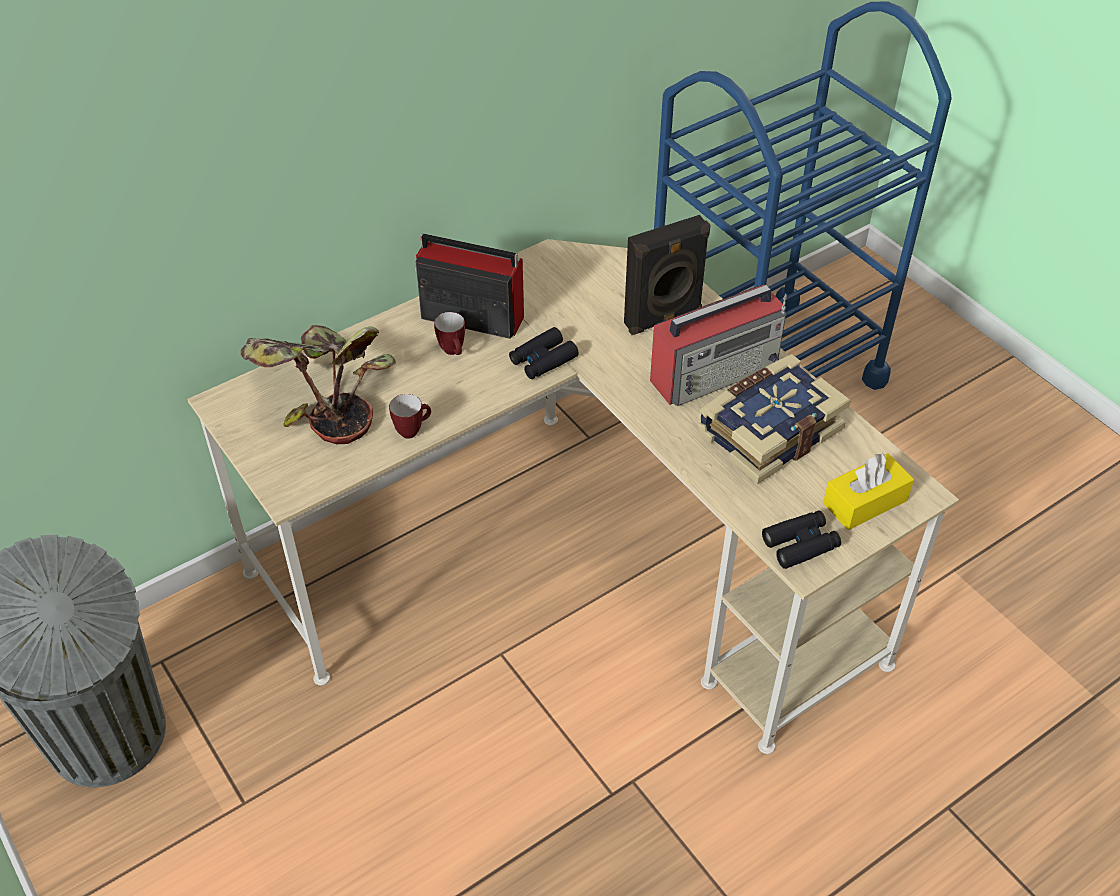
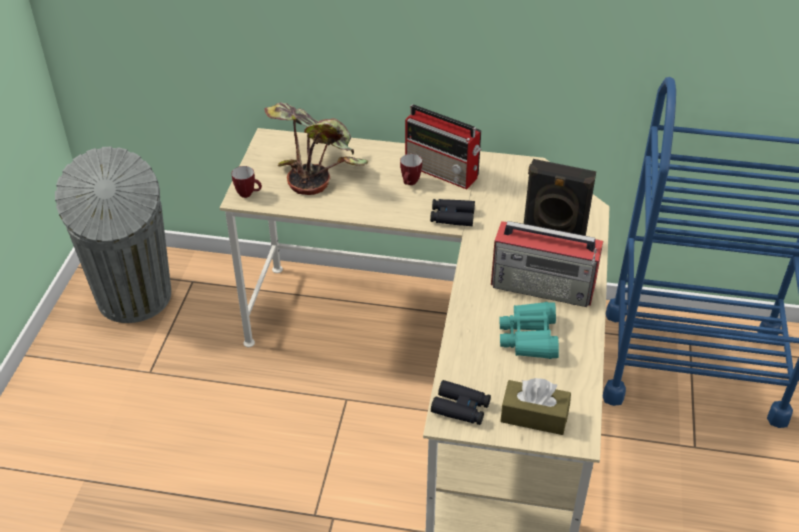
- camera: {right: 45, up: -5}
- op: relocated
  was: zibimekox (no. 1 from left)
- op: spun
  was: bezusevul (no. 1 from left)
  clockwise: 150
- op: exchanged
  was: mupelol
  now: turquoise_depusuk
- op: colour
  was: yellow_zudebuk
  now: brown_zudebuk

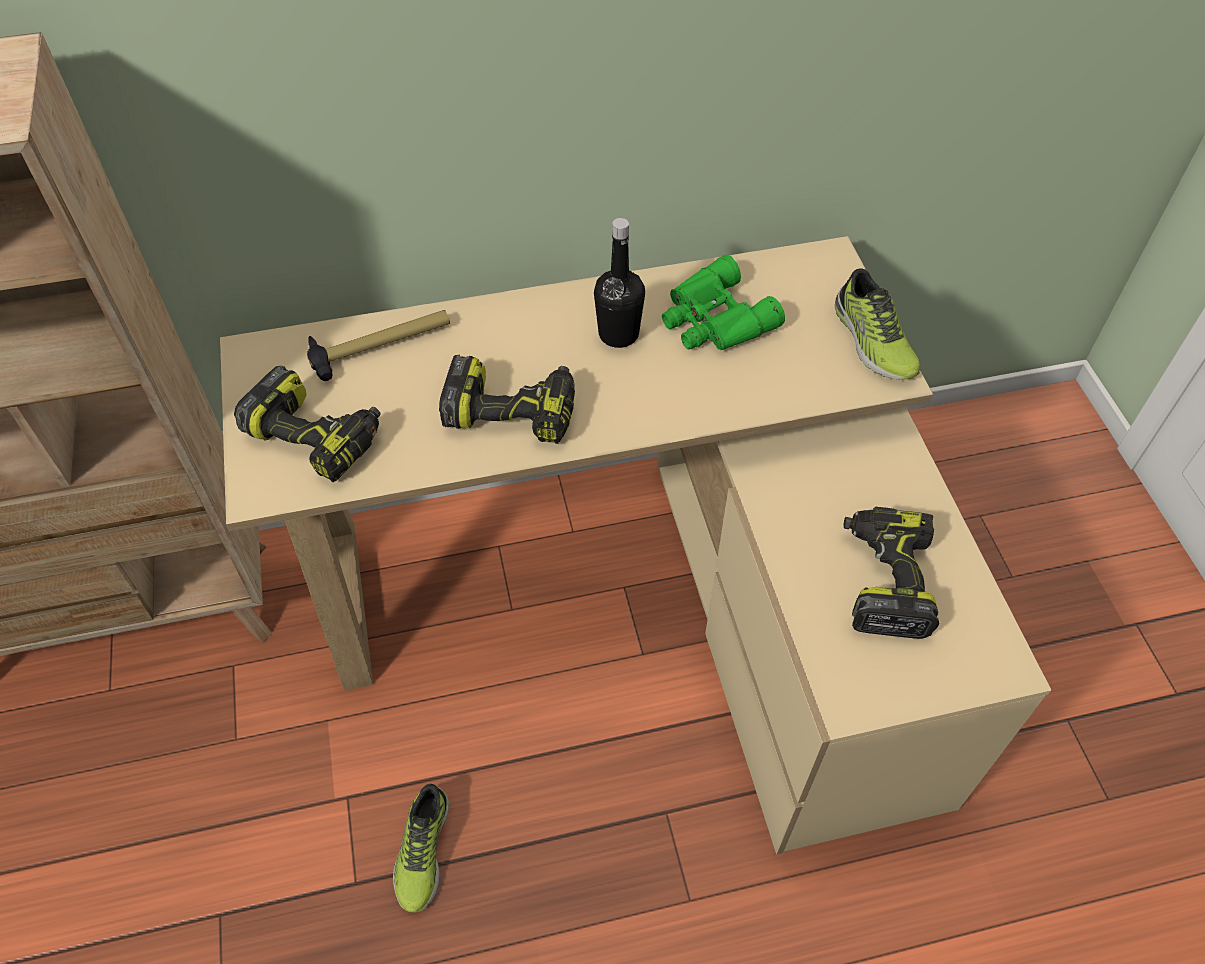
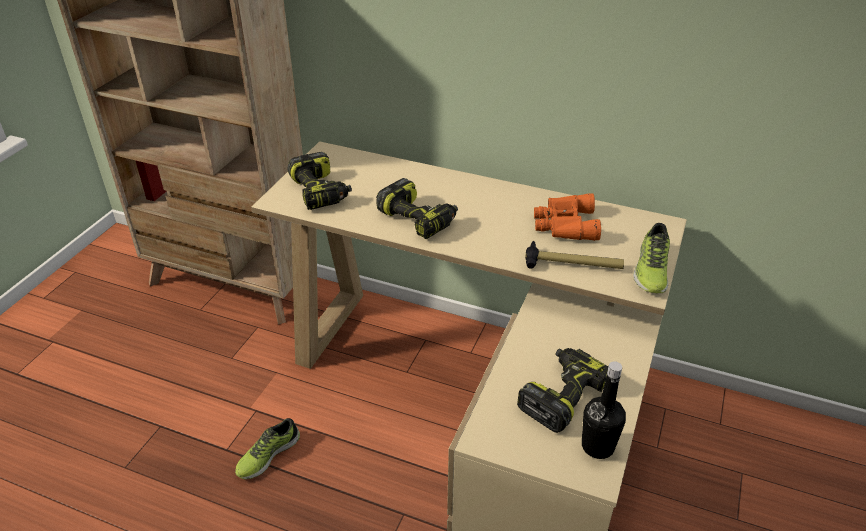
- camera: {right: 35, up: -15}
- op: relocated
  was: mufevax
- op: colour
  was: green_depusuk
  now: orange_depusuk
- op: relocated
  was: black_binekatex

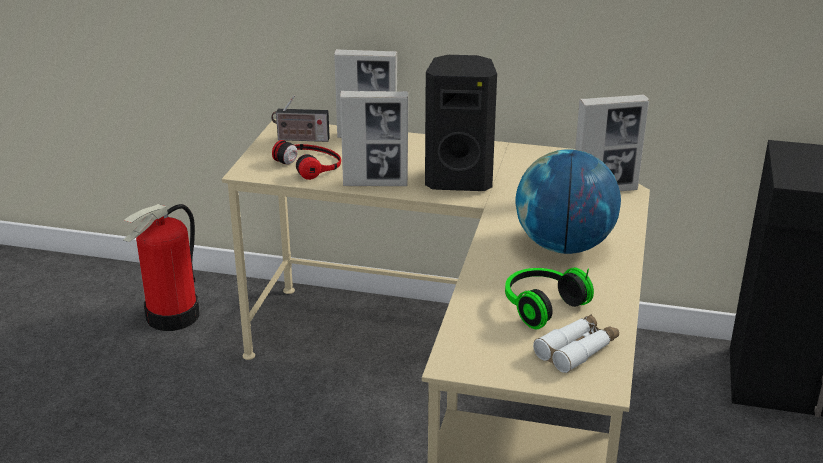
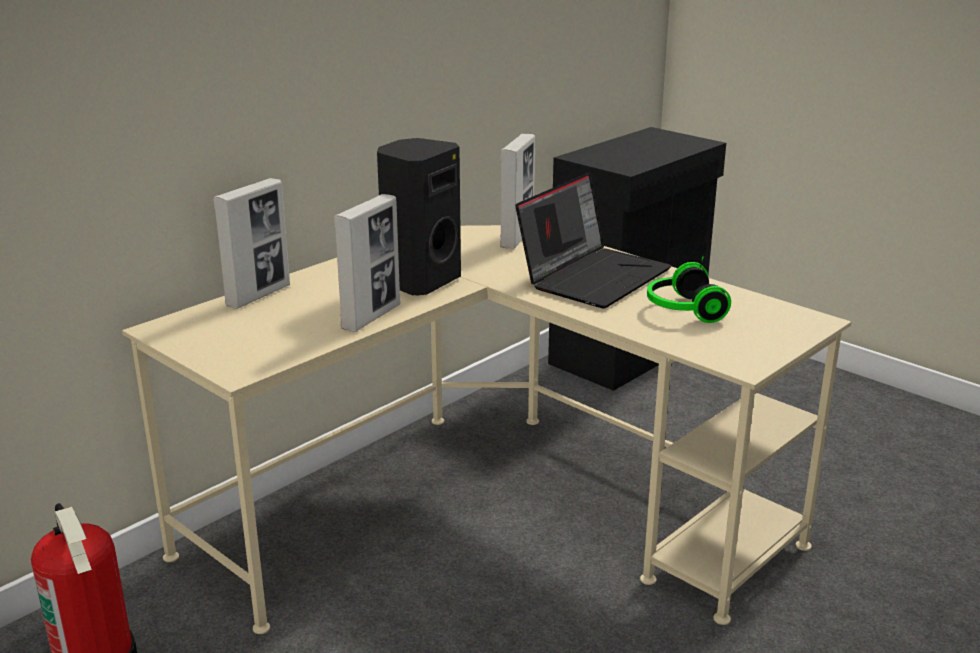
- camera: {right: -60, up: -5}
- op: exchanged
  was: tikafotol
  now: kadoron
- op: missing
  was: bezusevul
- op: missing
  was: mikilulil (no. 1 from left)
- op: missing
  was: white_depusuk

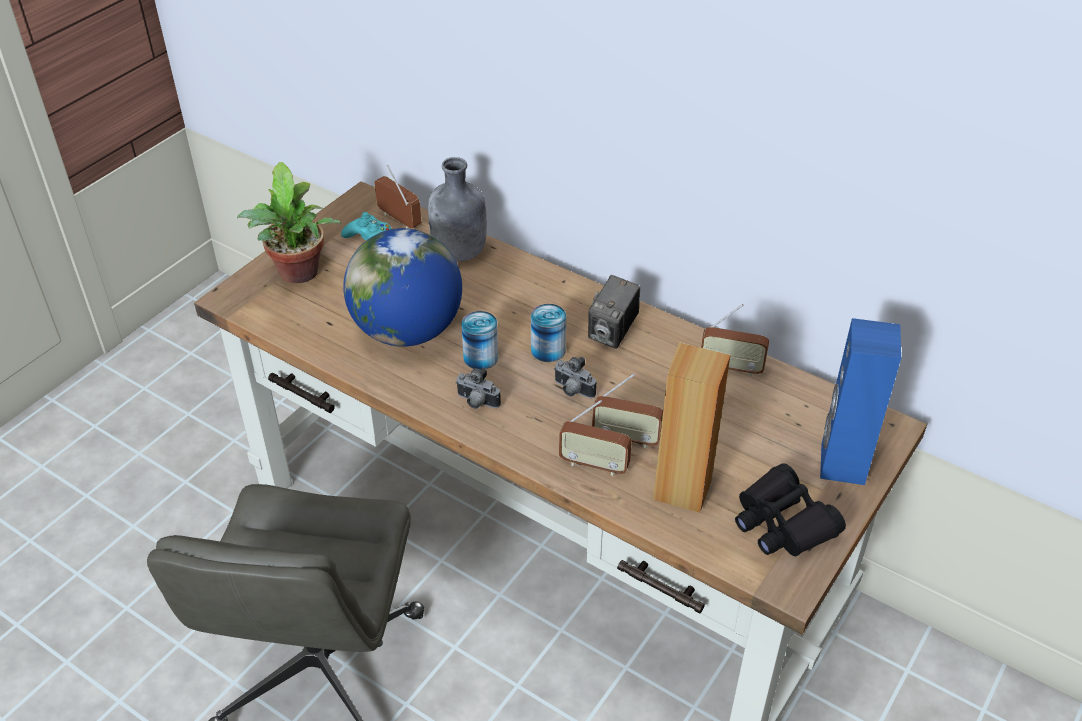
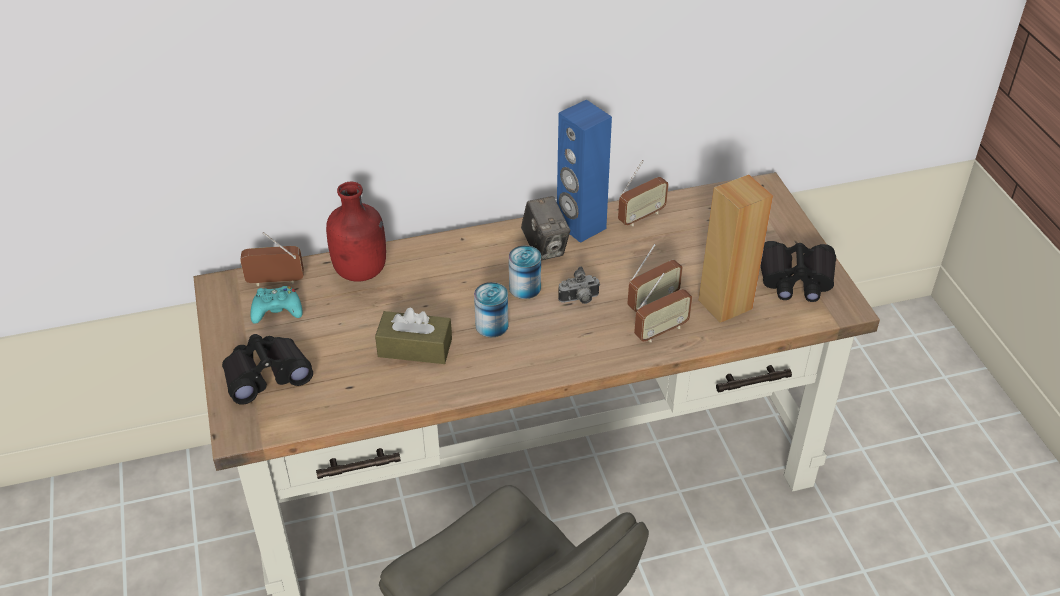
- camera: {right: -50, up: 0}
- op: exchanged
  was: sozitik
  now: black_depusuk (no. 1 from left)
- op: colour
  was: grey_binekatex
  now: red_binekatex
- op: exchanged
  was: tikafotol
  now: brown_zudebuk
- op: relocated
  was: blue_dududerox
- op: missing
  was: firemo (no. 1 from left)

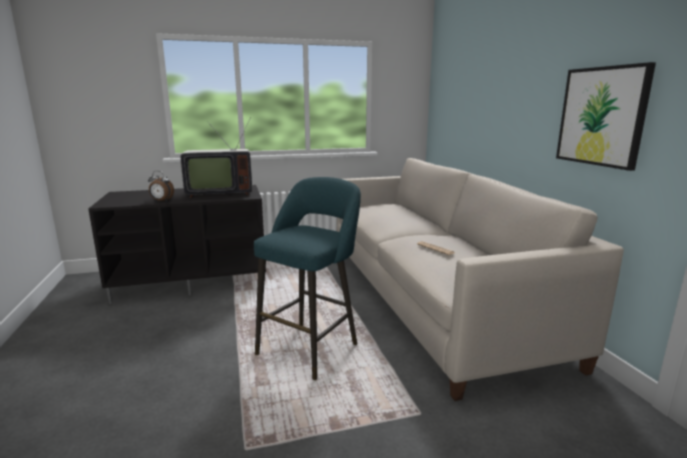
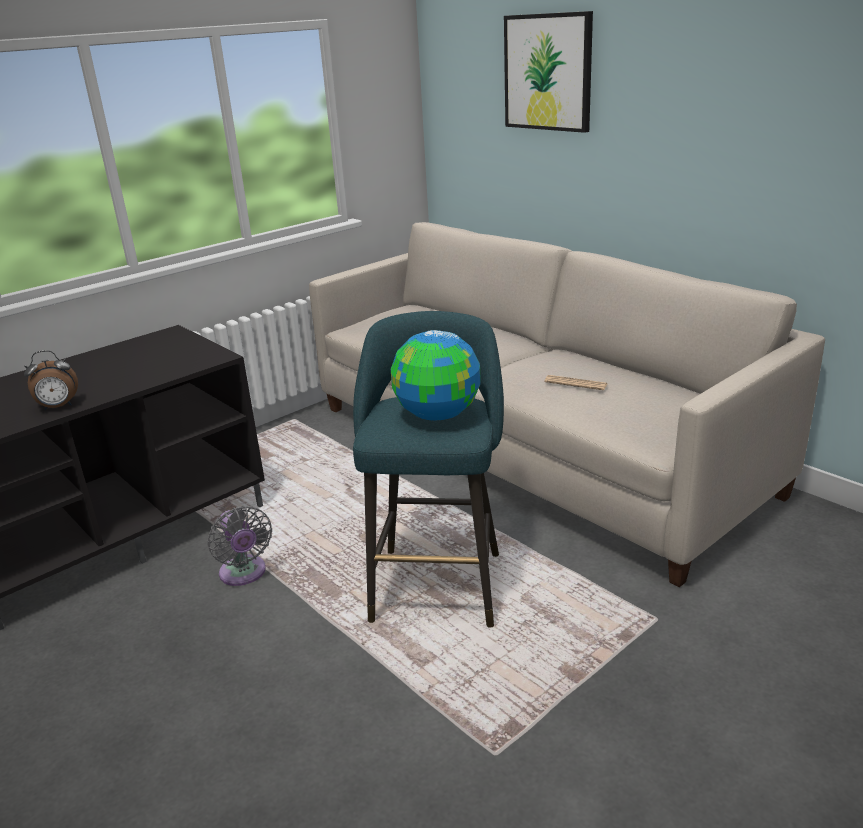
- camera: {right: -25, up: 10}
- op: appeared
  now: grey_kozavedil
- op: appeared
  now: tikafotol
- op: relocated
  was: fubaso
- op: missing
  was: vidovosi

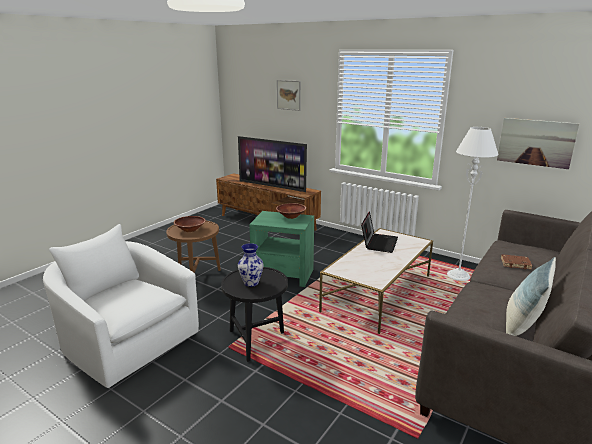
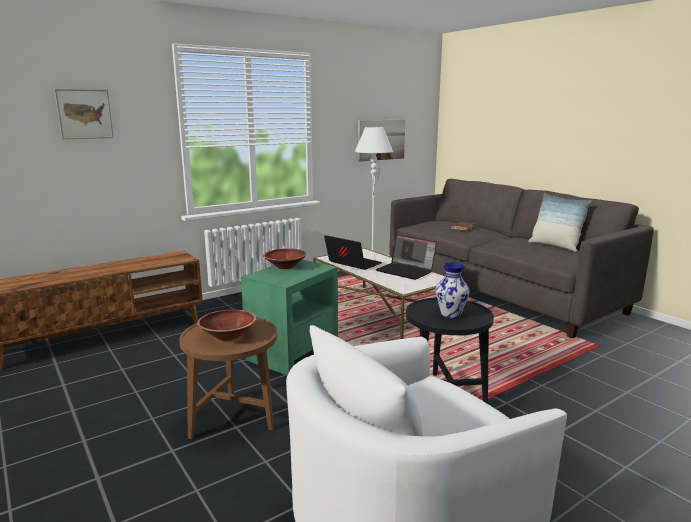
- camera: {right: -70, up: -5}
- op: appeared
  now: kadoron (no. 2 from left)
- op: missing
  was: vidovosi

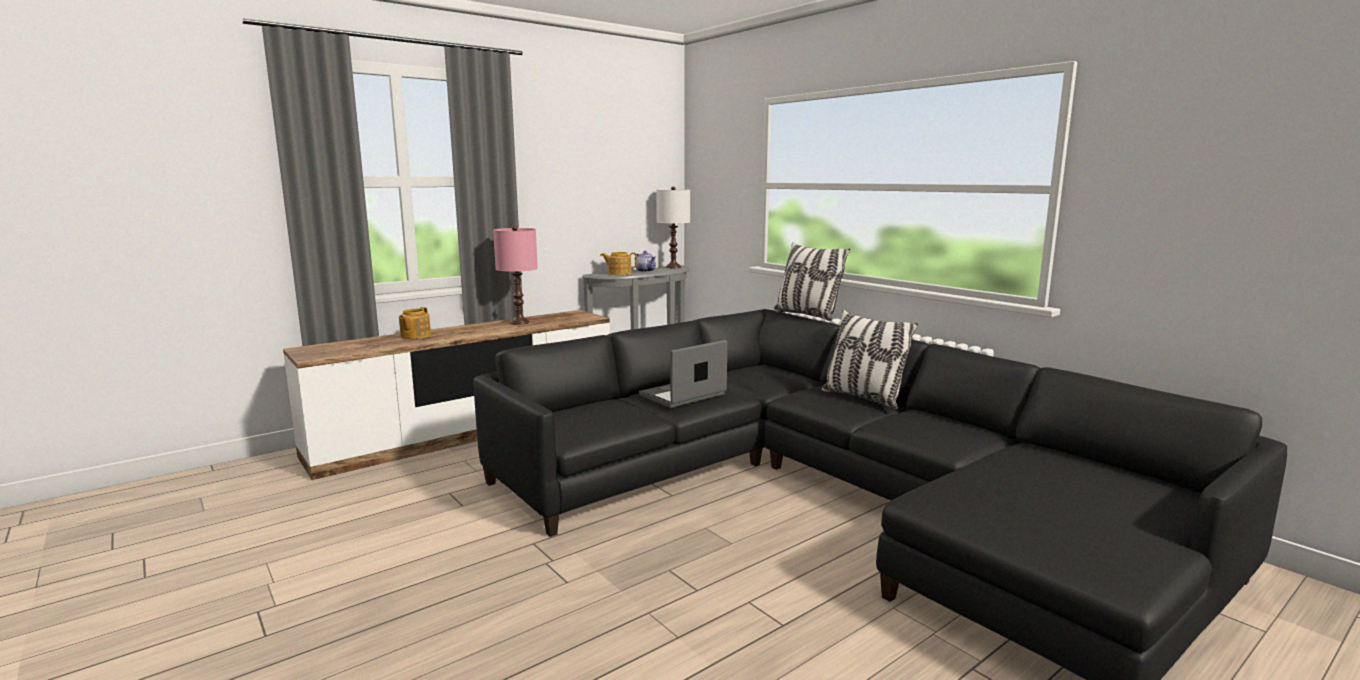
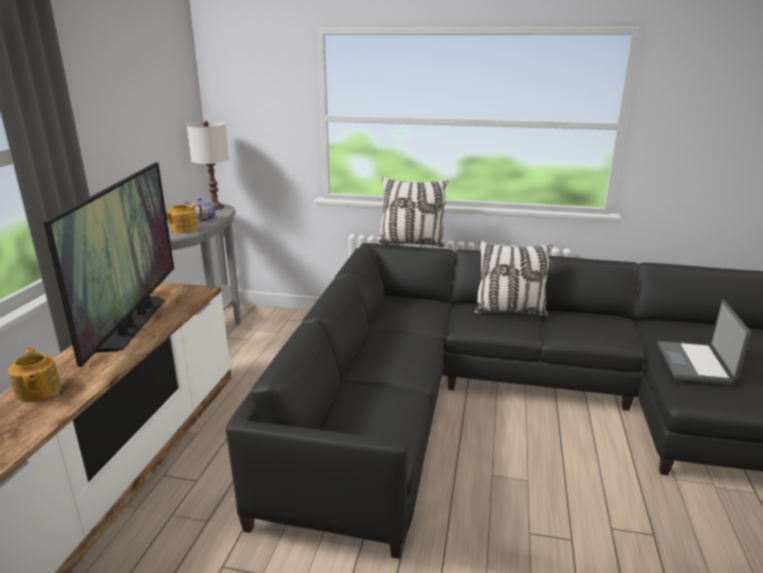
- camera: {right: -40, up: 10}
- op: exchanged
  was: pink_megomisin
  now: vidovosi
- op: relocated
  was: kadoron

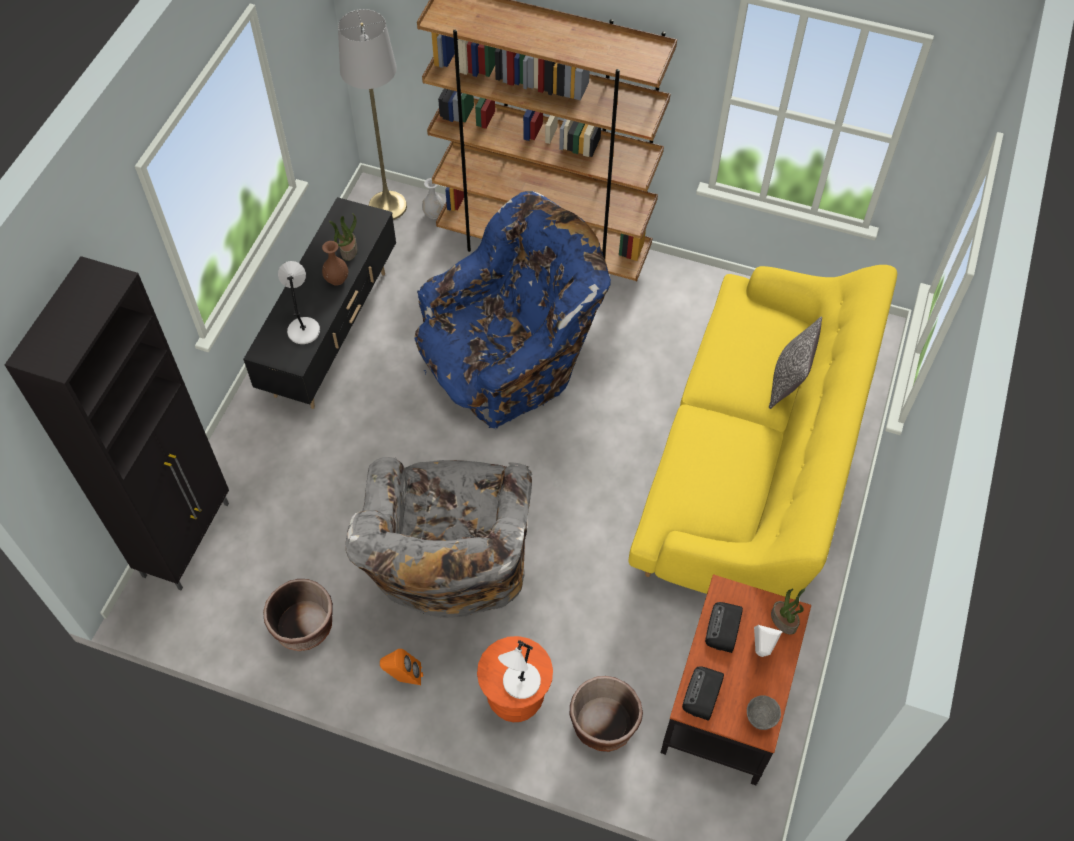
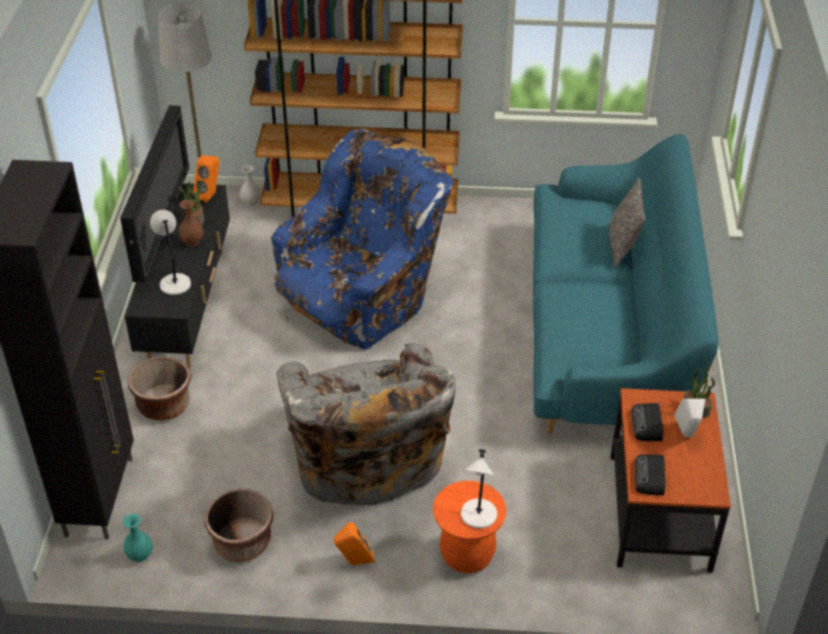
- camera: {right: -15, up: -15}
- op: appeared
  now: vidovosi
- op: appeared
  now: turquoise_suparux
- op: relocated
  was: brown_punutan (no. 2 from left in the first image)
  now: brown_punutan (no. 1 from left)
- op: appeared
  now: orange_dududerox (no. 1 from left)
- op: colour
  was: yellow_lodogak
  now: turquoise_lodogak
- op: missing
  was: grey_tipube

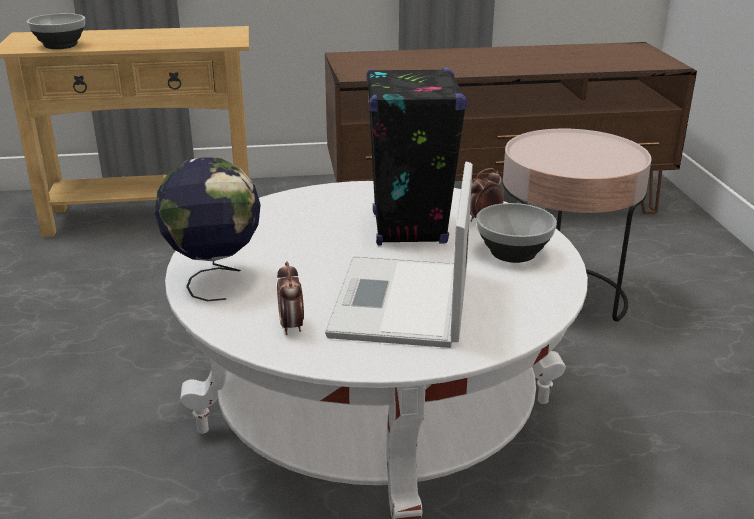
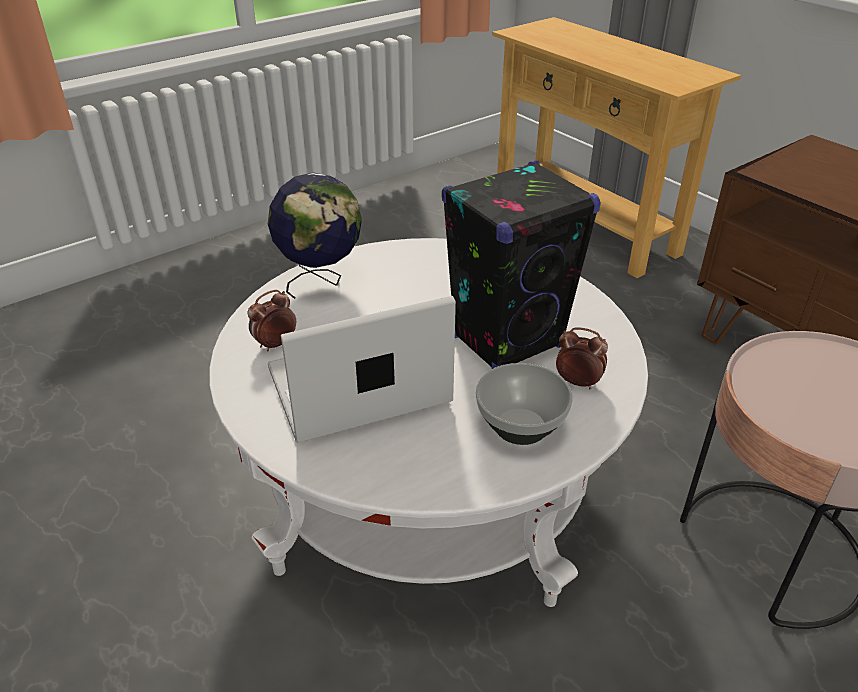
- camera: {right: 60, up: 10}
- op: missing
  was: tipube (no. 1 from left)

